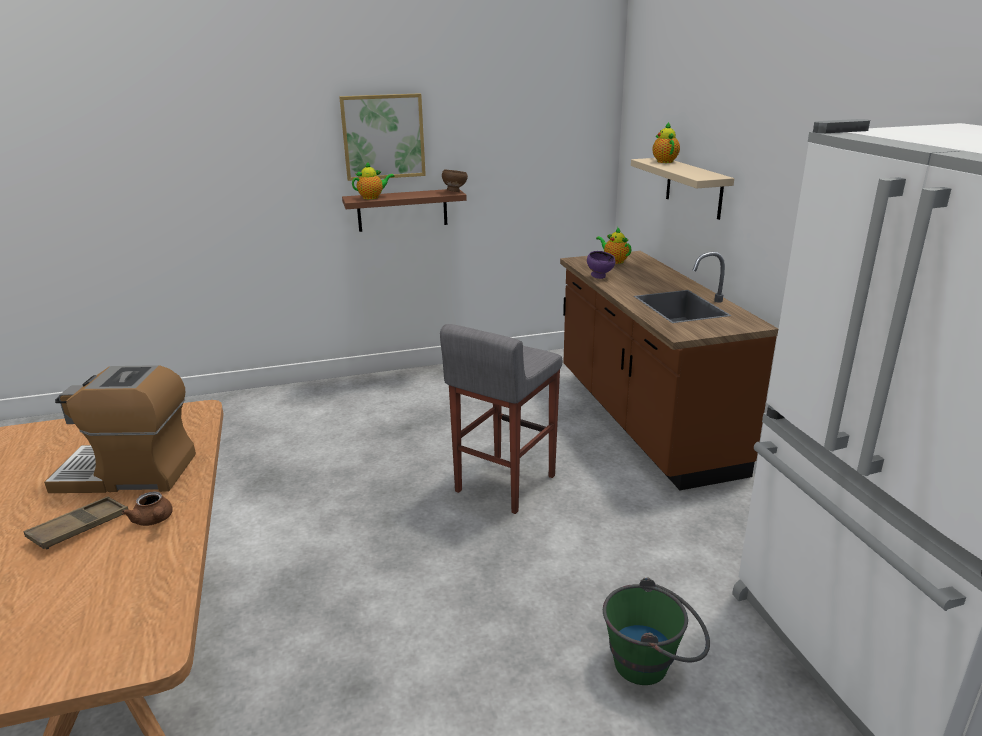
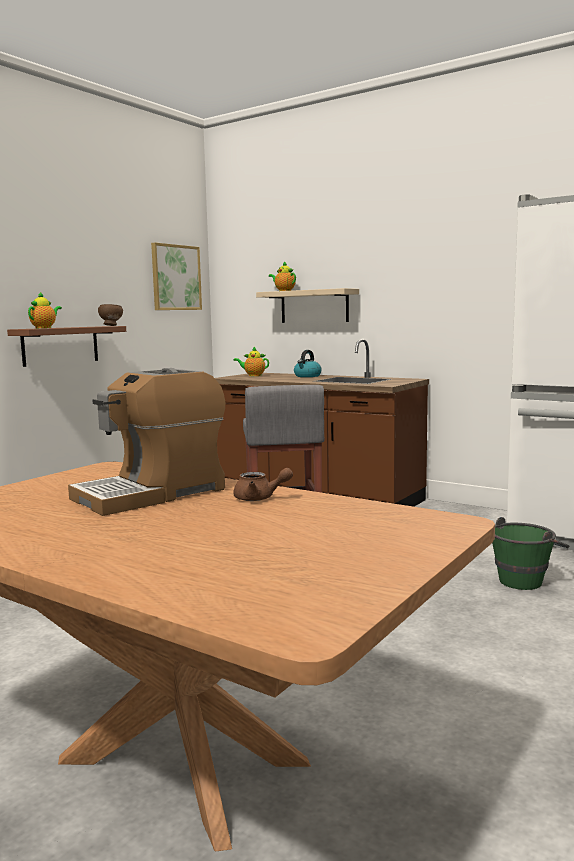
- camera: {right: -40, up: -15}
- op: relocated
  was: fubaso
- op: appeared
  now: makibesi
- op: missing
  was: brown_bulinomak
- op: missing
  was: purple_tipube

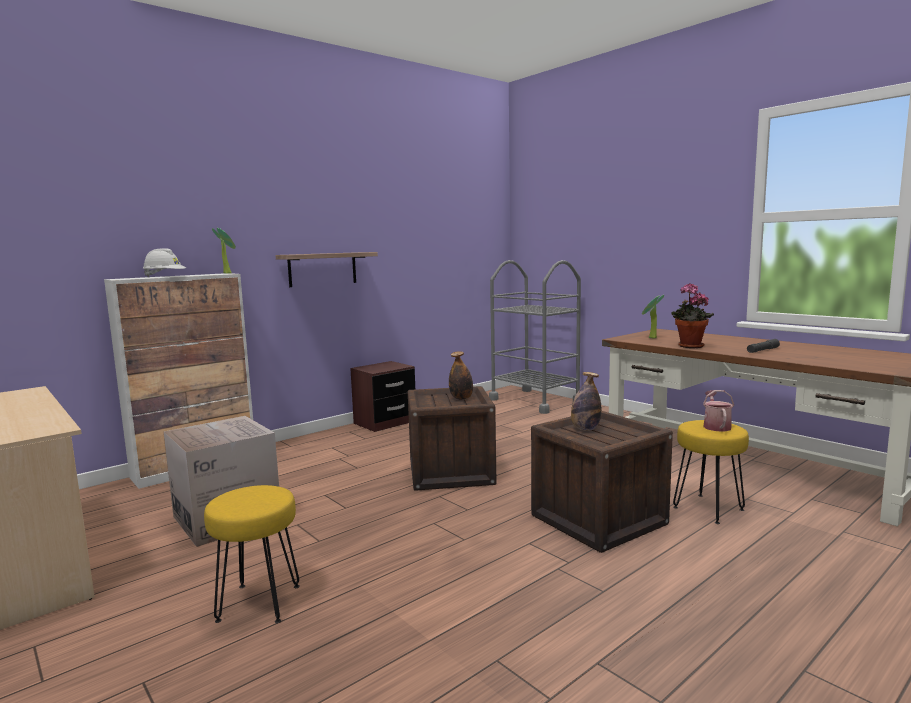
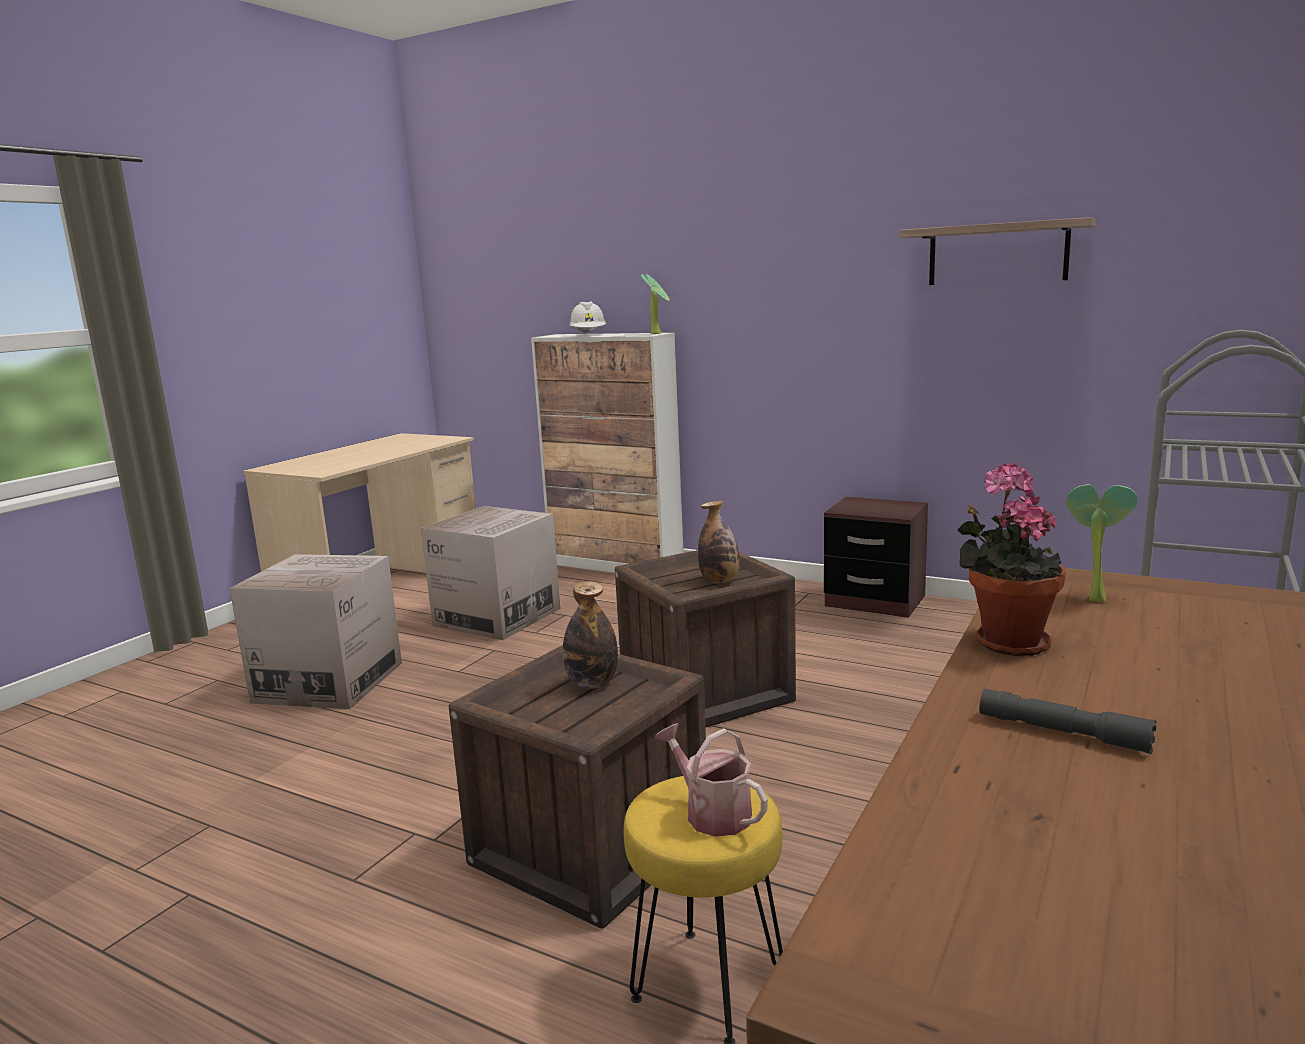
- camera: {right: 70, up: 5}
- op: exchanged
  was: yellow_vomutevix (no. 1 from left)
  now: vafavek (no. 1 from left)
- op: spun
  was: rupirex
  clockwise: -120
- op: relocated
  was: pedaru

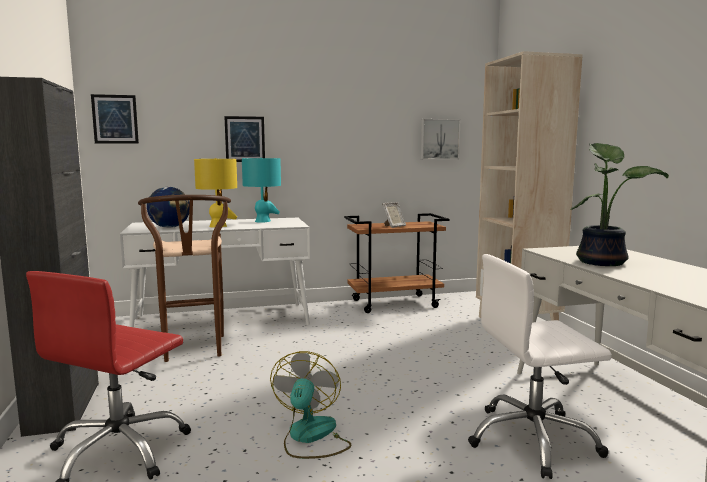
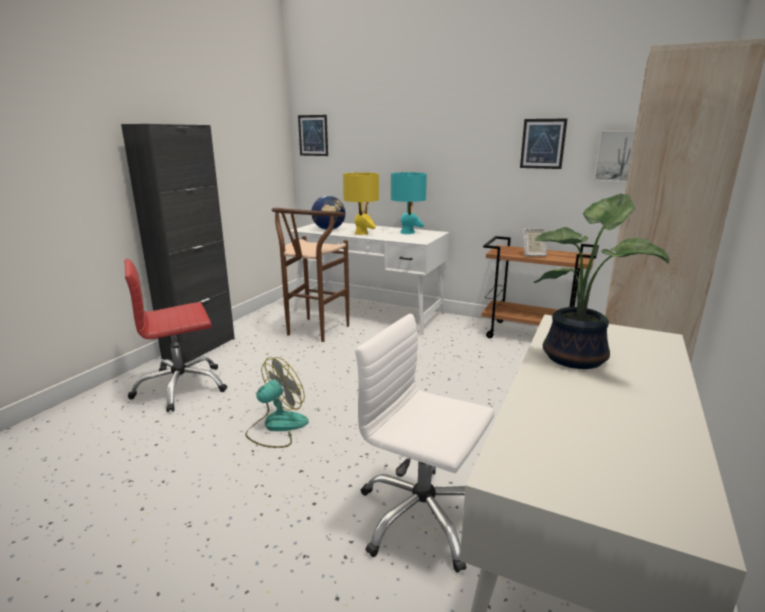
- camera: {right: 40, up: 10}
- op: relocated
  was: fubaso (no. 2 from left)

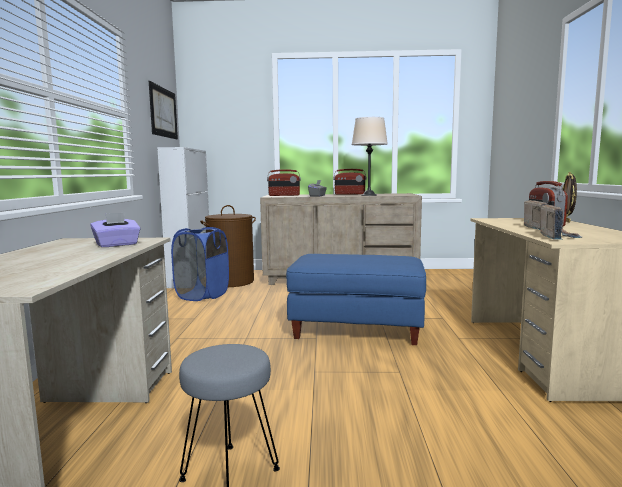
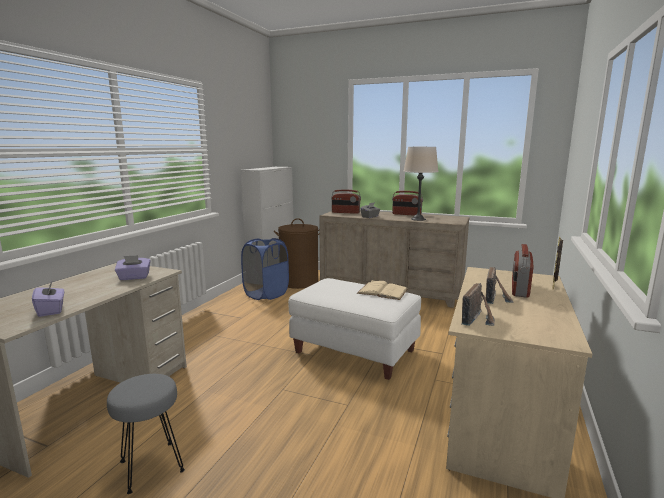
- camera: {right: 20, up: 5}
- op: appeared
  now: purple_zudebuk (no. 1 from left)
- op: colour
  was: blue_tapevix
  now: white_tapevix
- op: appeared
  now: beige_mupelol
- op: missing
  was: fubaso

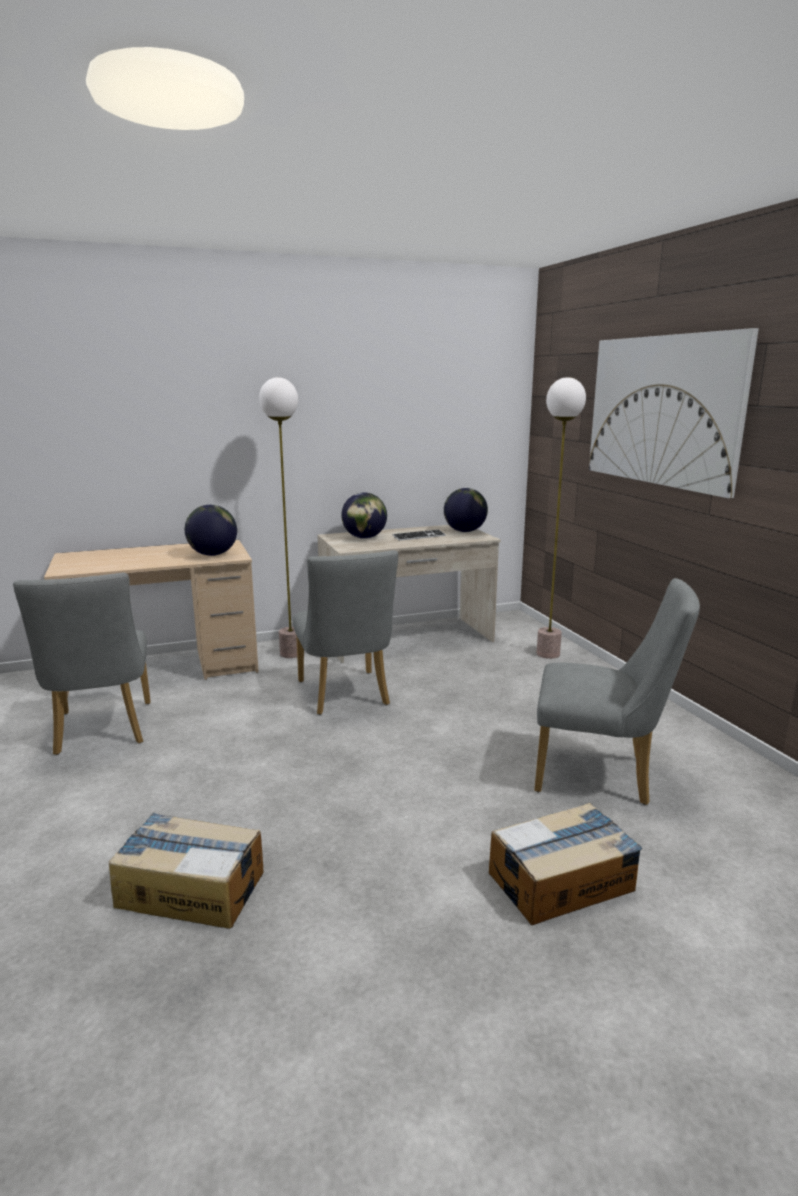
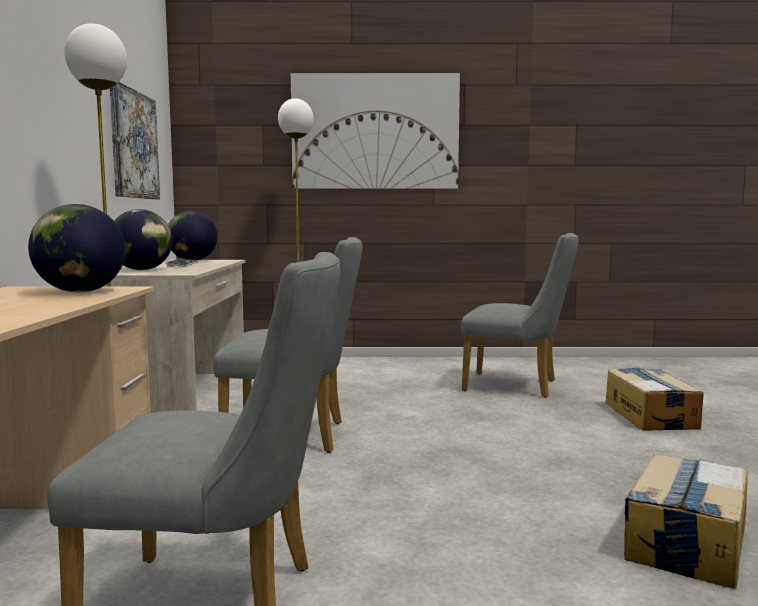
- camera: {right: -70, up: -10}
- op: appeared
  now: fubaso (no. 1 from left)
- op: spun
  was: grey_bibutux (no. 3 from left)
  clockwise: 75

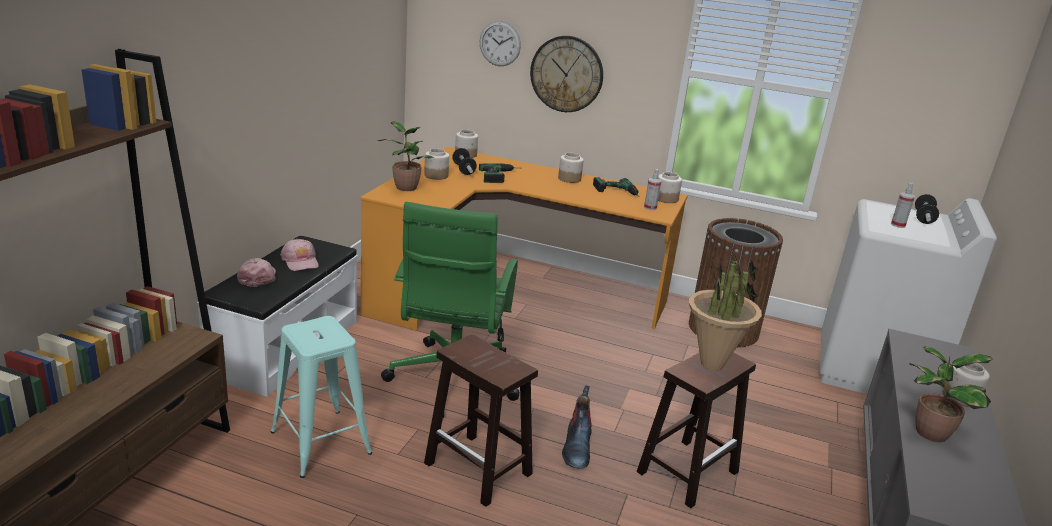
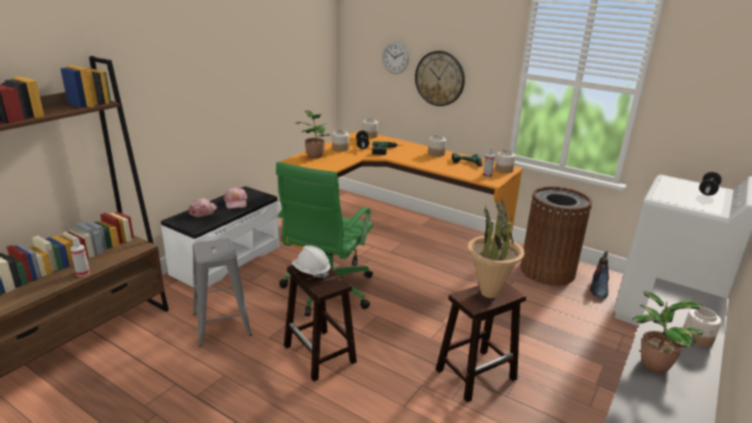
- camera: {right: 15, up: 0}
- op: relocated
  was: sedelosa (no. 2 from left in the first image)
  now: sedelosa (no. 1 from left)
- op: colour
  was: turquoise_vomutevix
  now: grey_vomutevix
- op: appeared
  now: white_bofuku
- op: relocated
  was: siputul

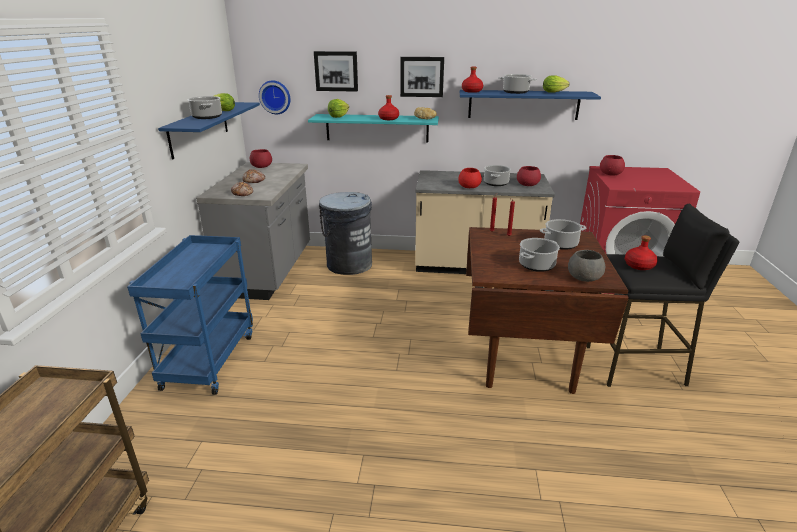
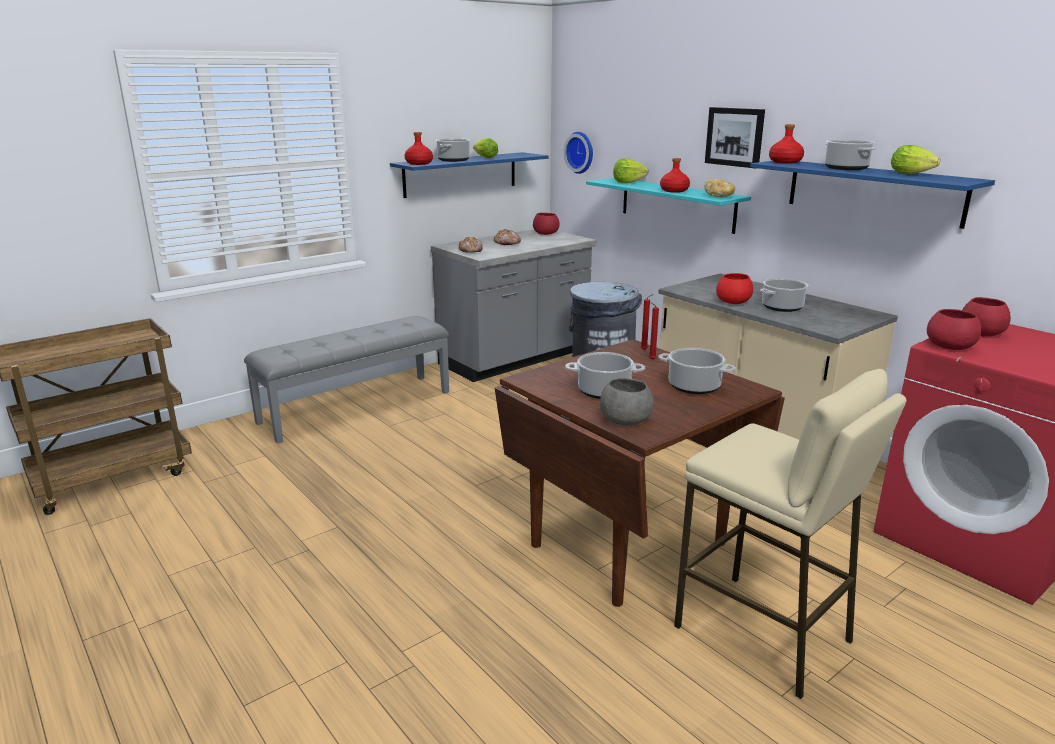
- camera: {right: 45, up: -5}
- op: exchanged
  was: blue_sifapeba
  now: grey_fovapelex
- op: relocated
  was: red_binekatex (no. 3 from left in the first image)
  now: red_binekatex (no. 1 from left)
- op: colour
  was: black_vomutevix
  now: beige_vomutevix
- op: relocated
  was: red_tipube (no. 3 from left)
- op: missing
  was: fubaso (no. 1 from left)

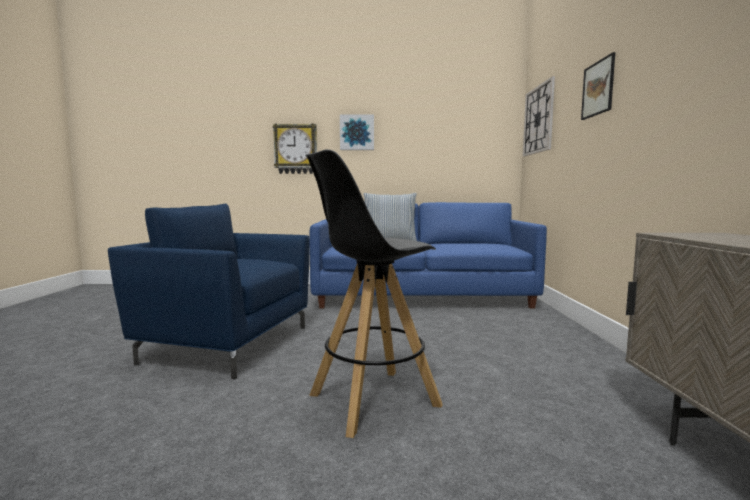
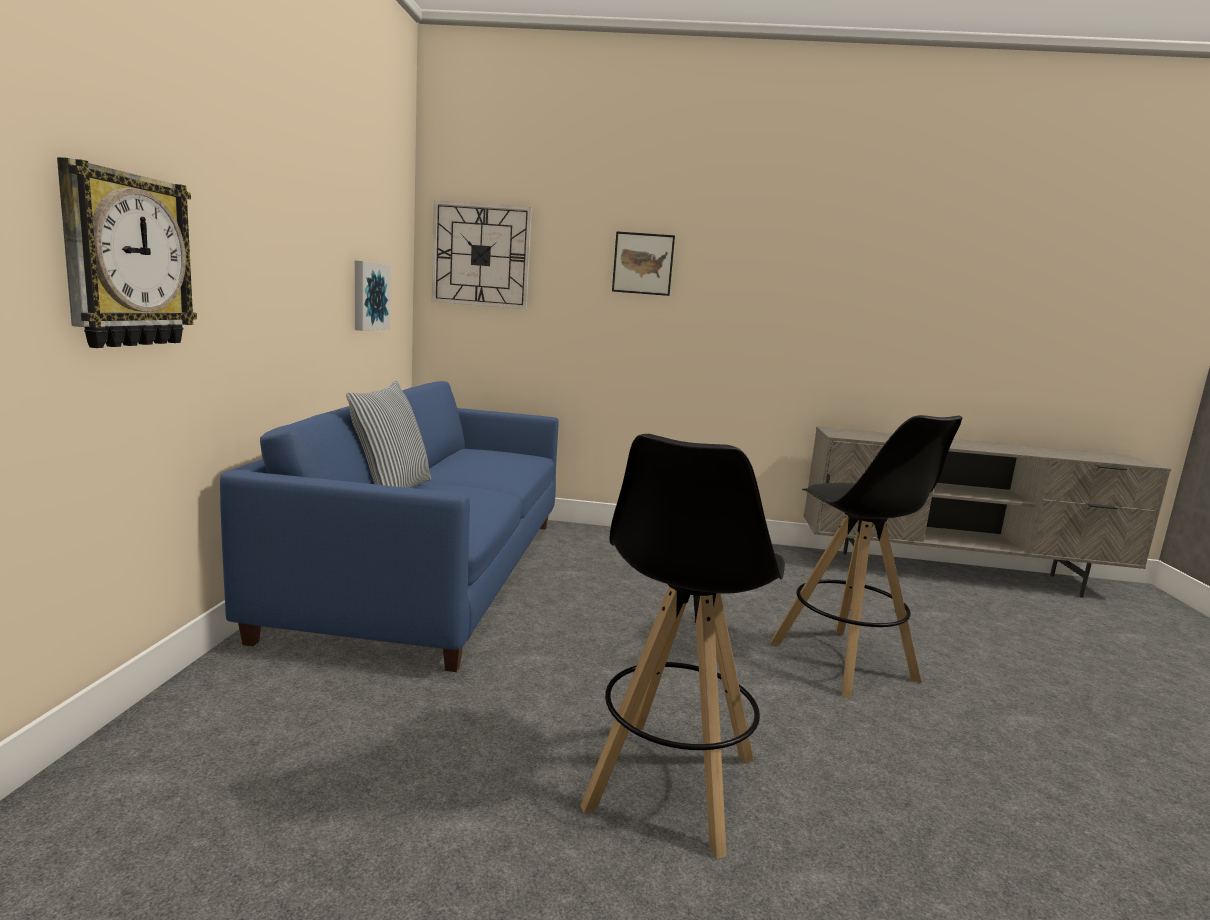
- camera: {right: -85, up: 5}
- op: relocated
  was: fubaso (no. 1 from left)
- op: exchanged
  was: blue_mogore
  now: black_vomutevix (no. 1 from left)

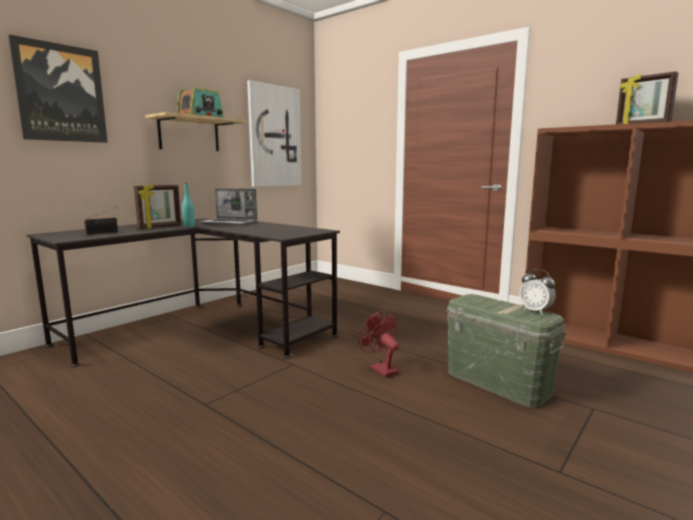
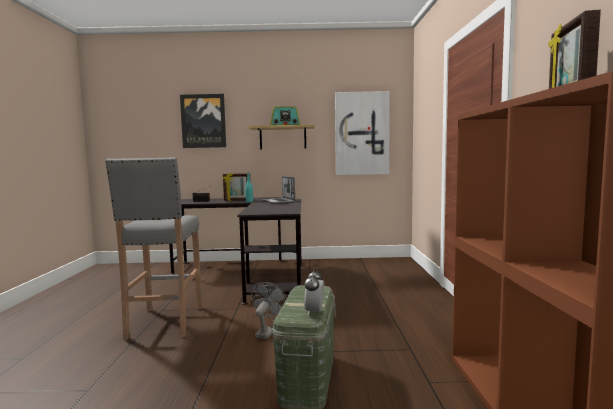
- camera: {right: 50, up: -5}
- op: appeared
  now: grey_vomutevix
- op: colour
  was: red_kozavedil
  now: grey_kozavedil

